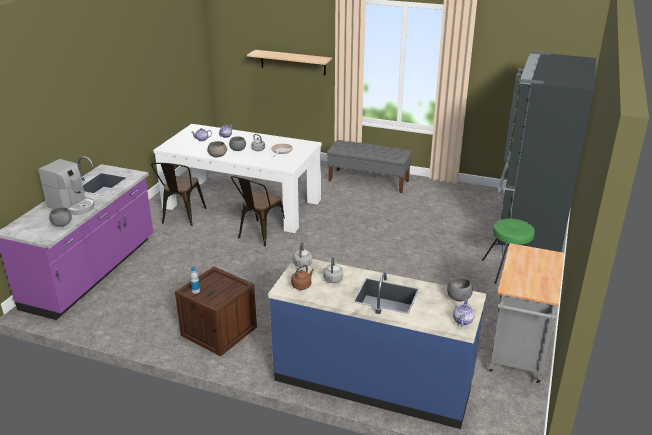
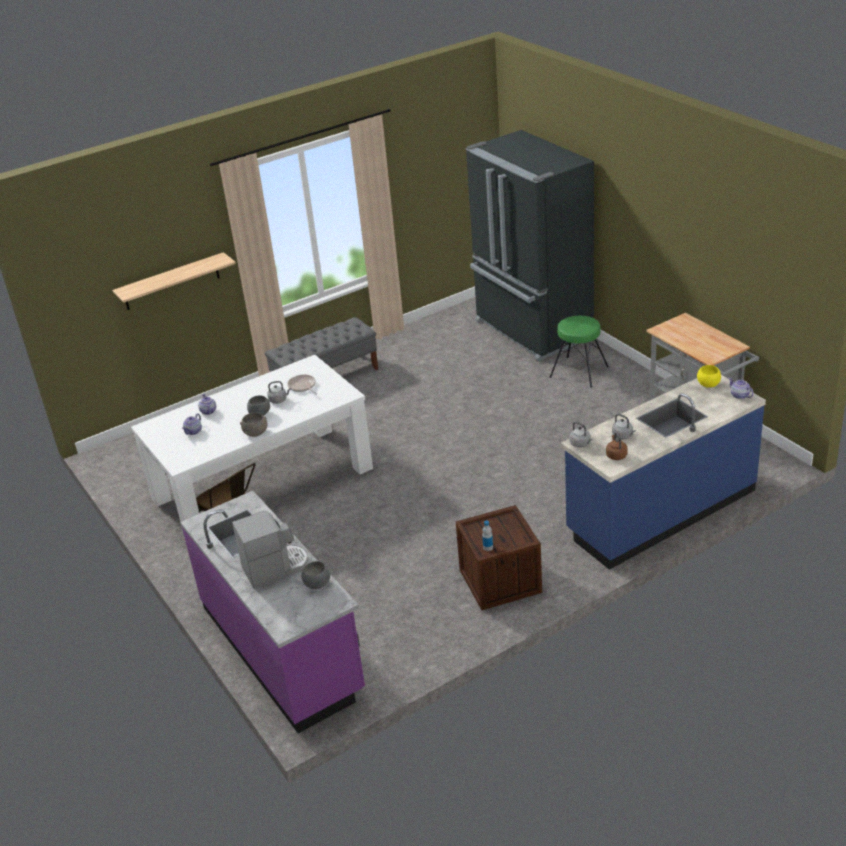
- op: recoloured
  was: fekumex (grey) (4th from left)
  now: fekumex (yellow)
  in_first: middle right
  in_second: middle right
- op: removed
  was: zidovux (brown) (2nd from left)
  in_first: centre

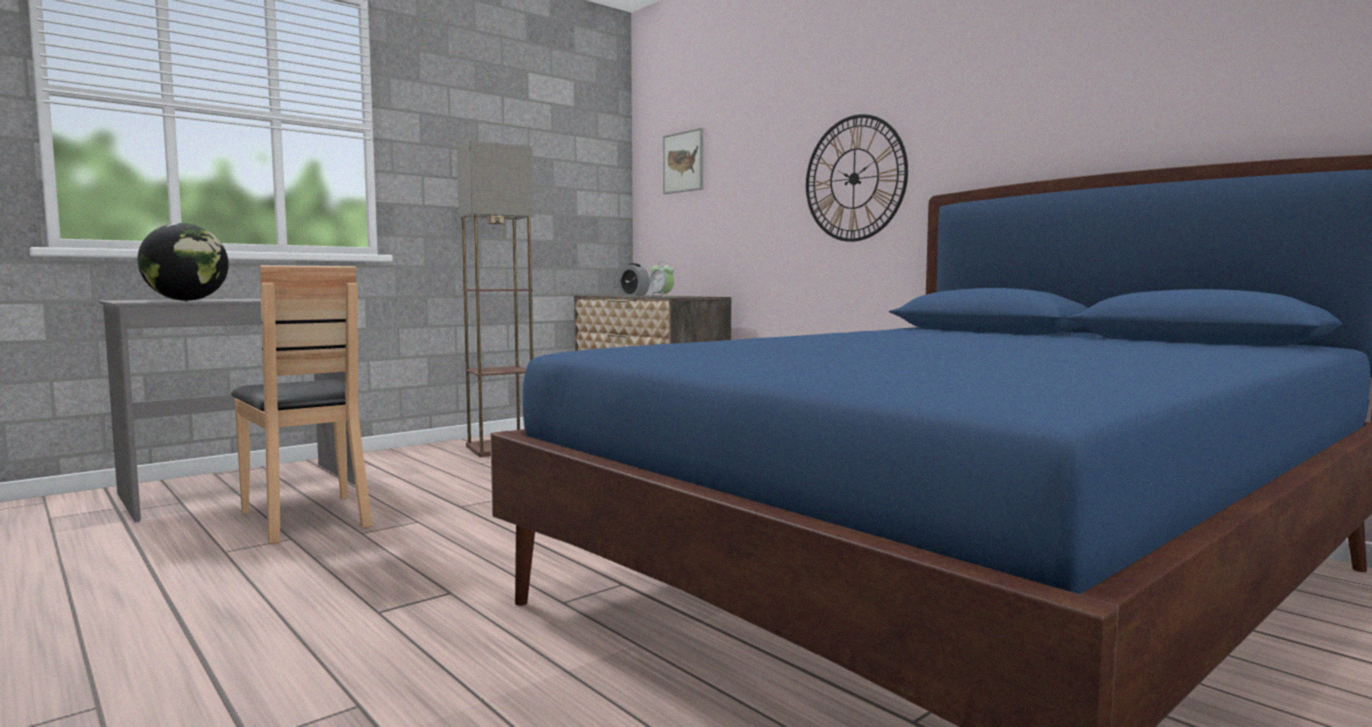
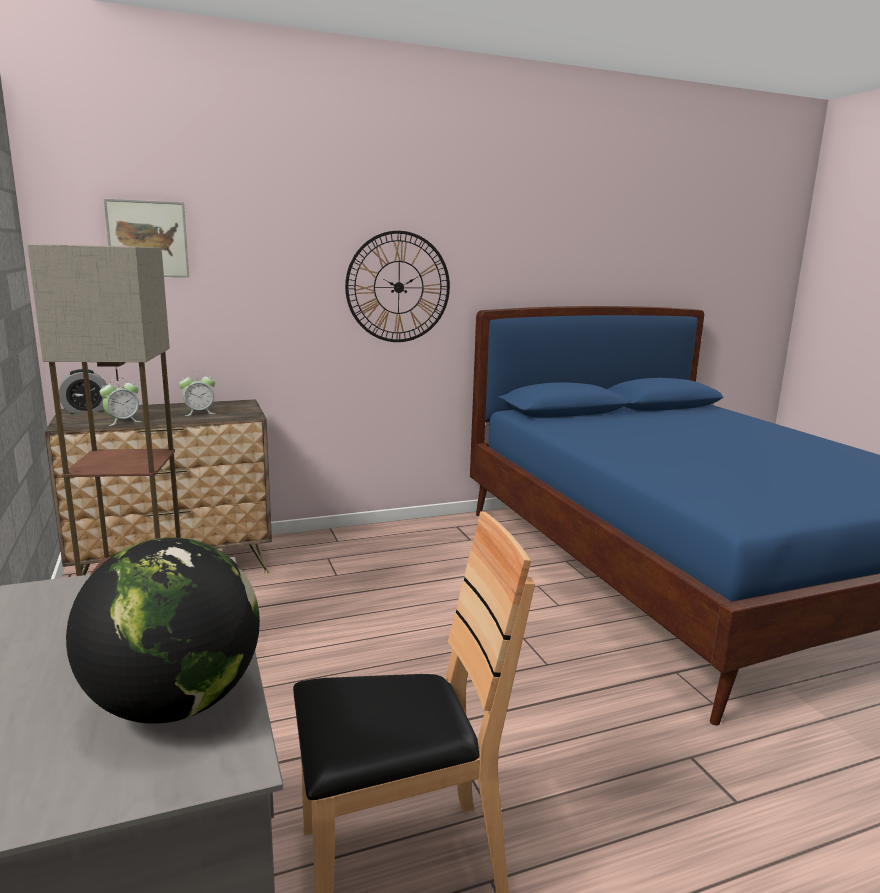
- op: added
  now: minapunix (2nd from left)
  in_second: middle left

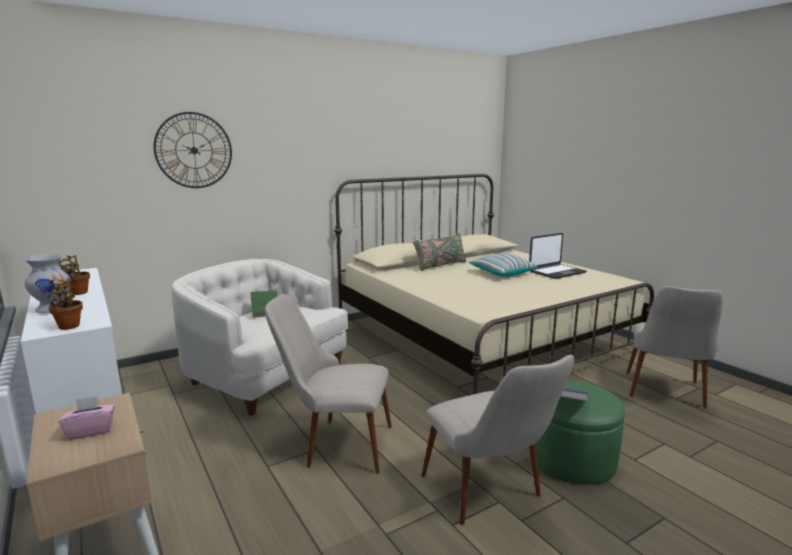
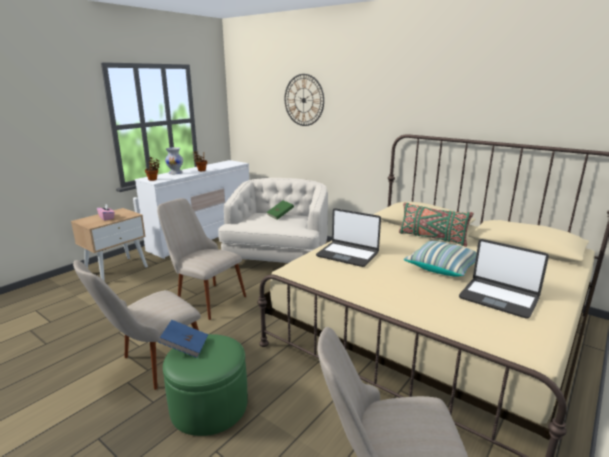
- op: turned
  was: zidovux (beige) (1st from left in the first image)
  in_first: bottom centre
  in_second: middle left
  clockwise: -45
- op: added
  now: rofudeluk (1st from left)
  in_second: centre

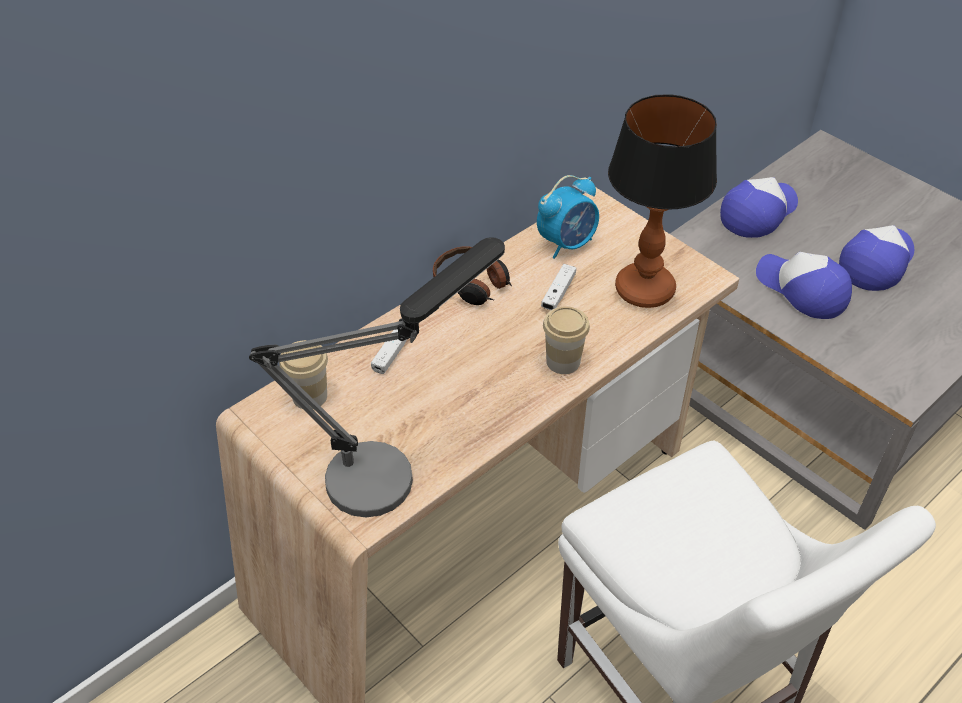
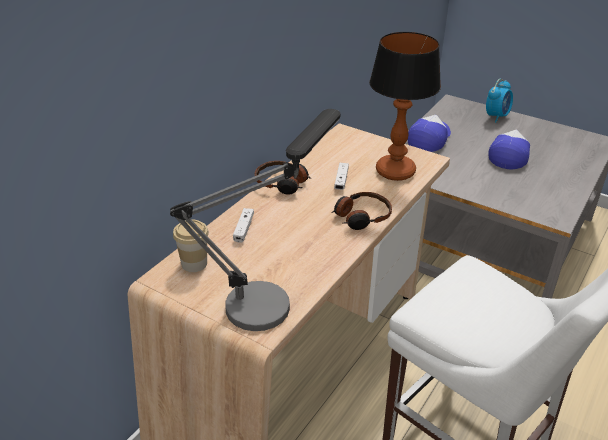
- op: replaced
  was: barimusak (2nd from left)
  now: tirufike (2nd from left)
  in_first: centre
  in_second: centre
- op: moved
  was: minapunix
  in_first: top centre
  in_second: top right
- op: removed
  was: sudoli (2nd from left)
  in_first: middle right

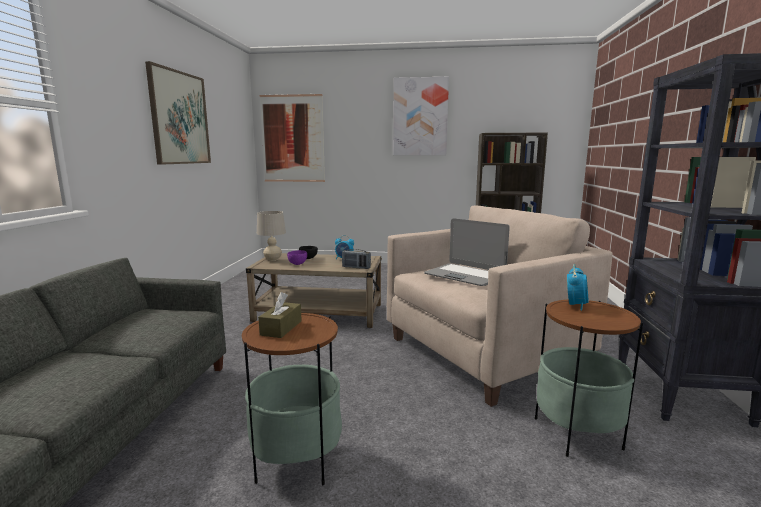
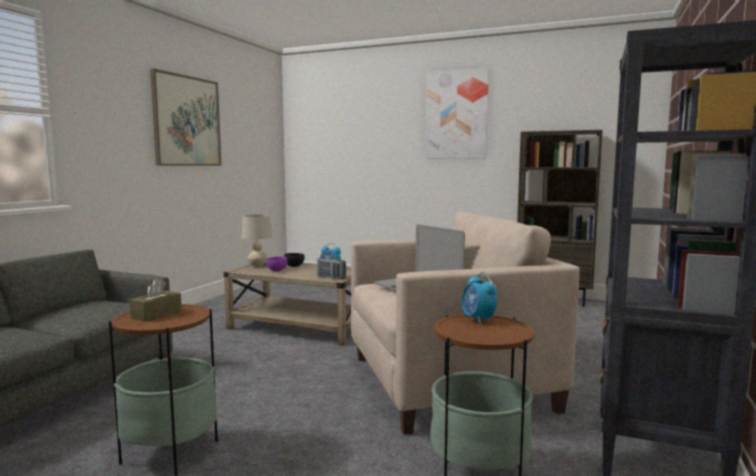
- op: turned
  was: minapunix (2nd from left)
  in_first: middle right
  in_second: centre
  clockwise: 120
- op: removed
  was: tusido (2nd from left)
  in_first: top centre

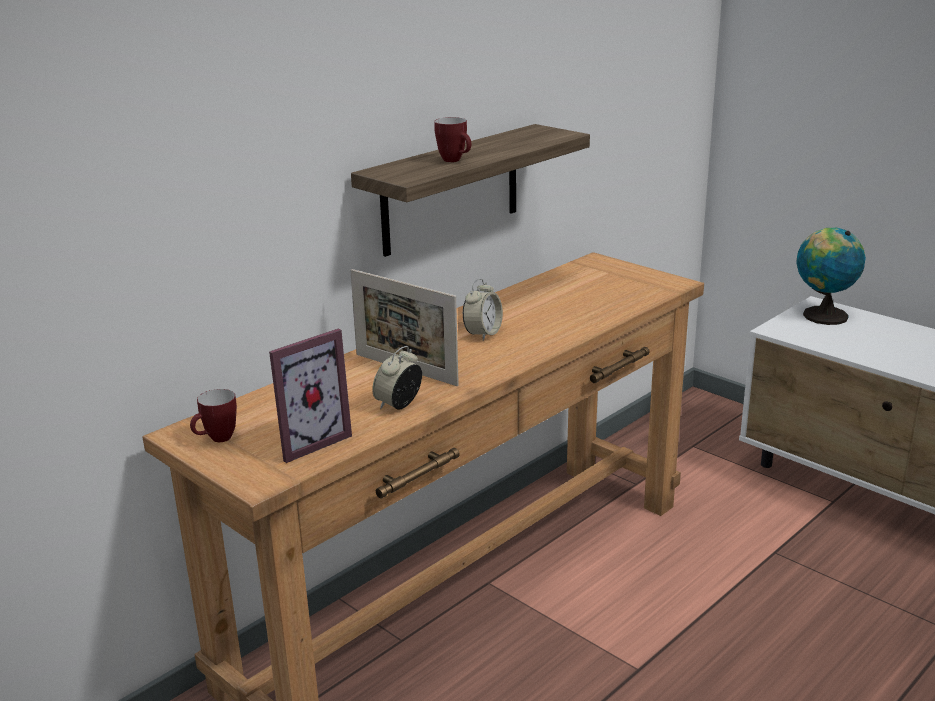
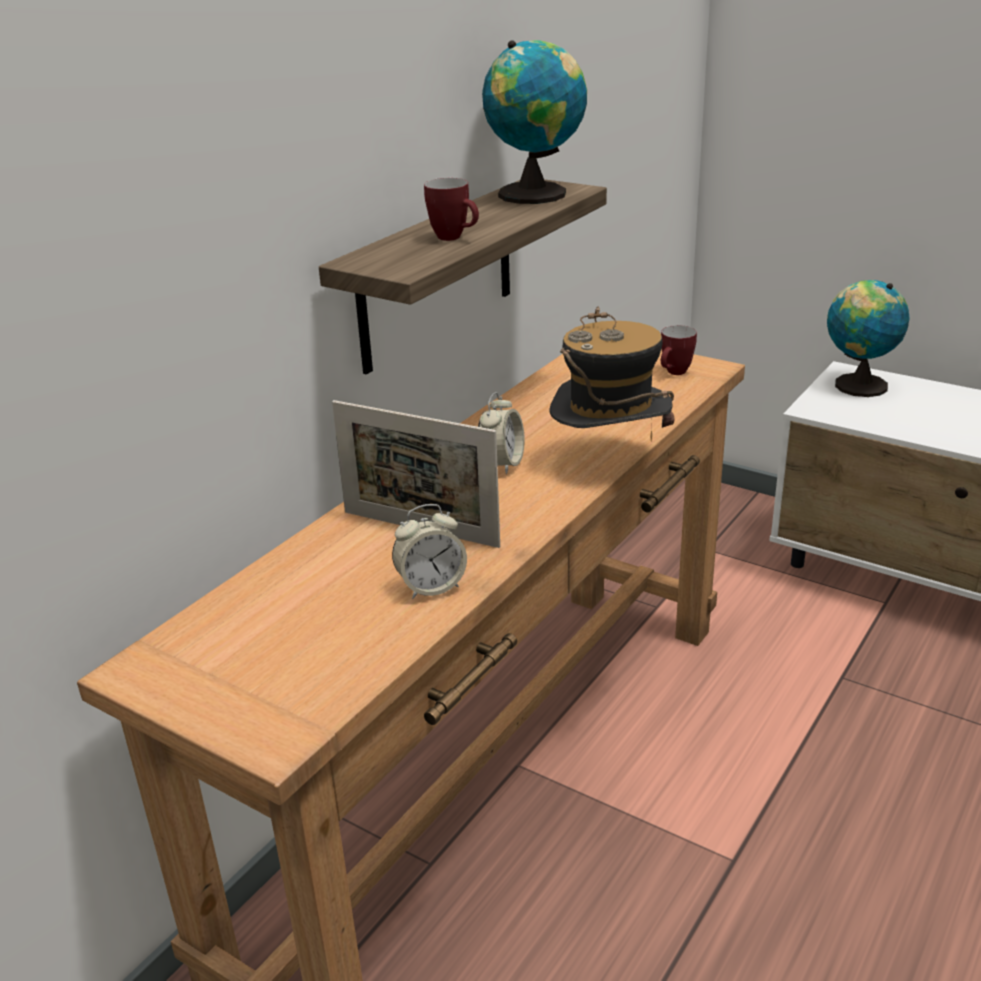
- op: turned
  was: minapunix (1st from left)
  in_first: centre
  in_second: centre
  clockwise: -135
- op: added
  now: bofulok (1st from left)
  in_second: top centre
- op: added
  now: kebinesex
  in_second: centre
- op: moved
  was: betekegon (1st from left in the first image)
  now: betekegon (2nd from left)
  in_first: middle left
  in_second: middle right
- op: removed
  was: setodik (1st from left)
  in_first: middle left

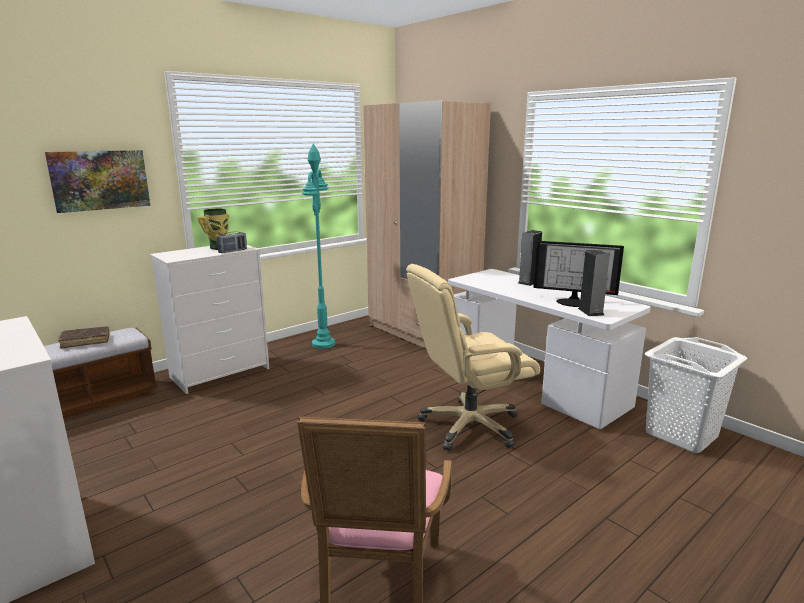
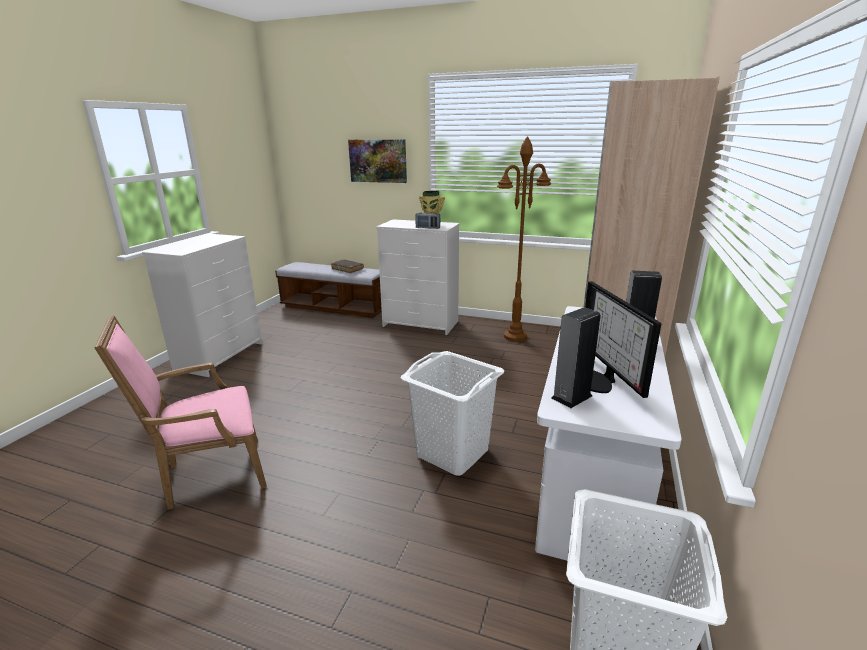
- op: replaced
  was: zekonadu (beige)
  now: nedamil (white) (1st from left)
  in_first: centre
  in_second: centre
- op: recoloured
  was: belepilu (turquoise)
  now: belepilu (brown)
  in_first: centre
  in_second: centre

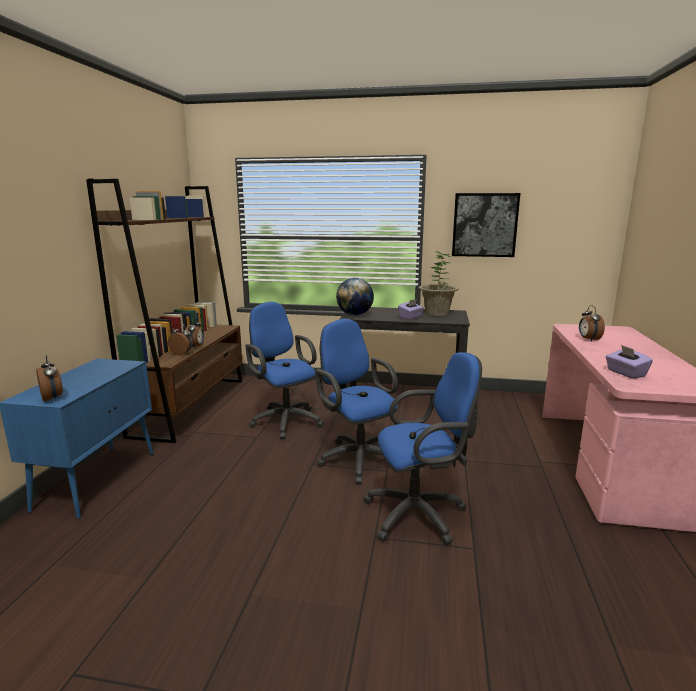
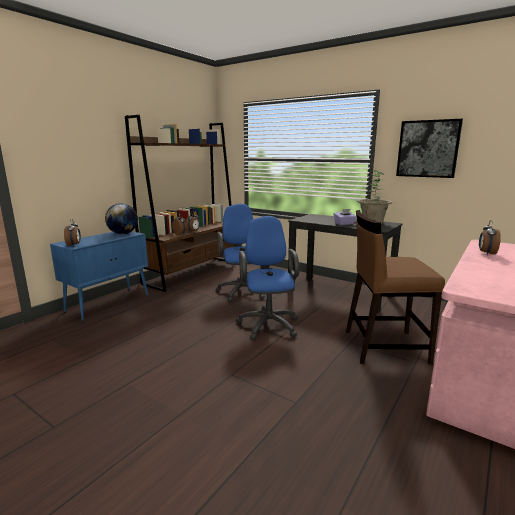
- op: moved
  was: bofulok
  in_first: centre
  in_second: middle left
- op: added
  now: zidovux (brown)
  in_second: middle right
- op: removed
  was: zekonadu (blue) (3rd from left)
  in_first: centre
- op: removed
  was: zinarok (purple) (2nd from left)
  in_first: middle right

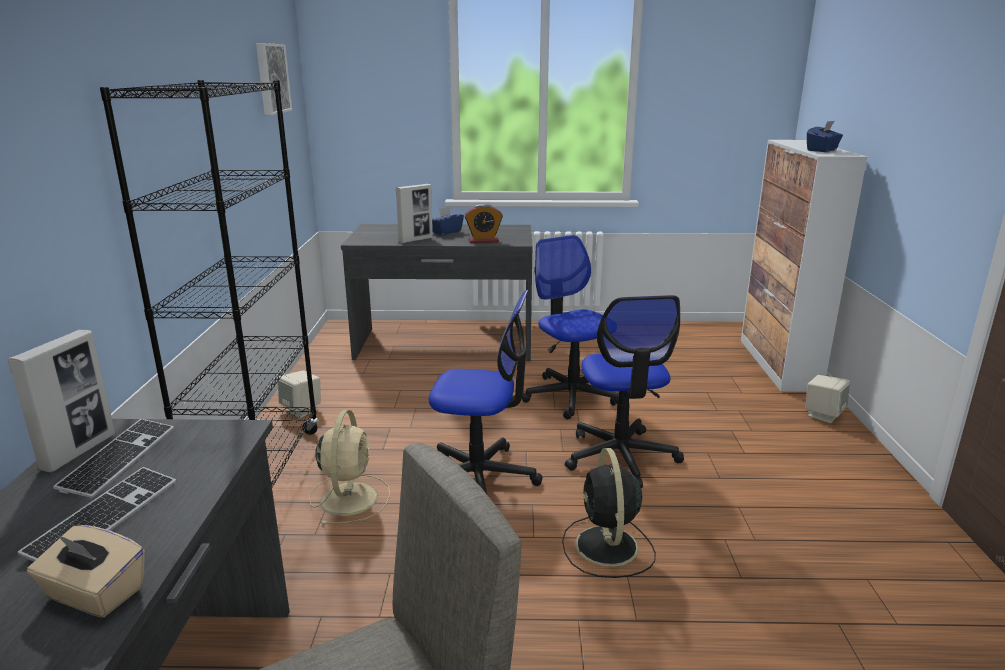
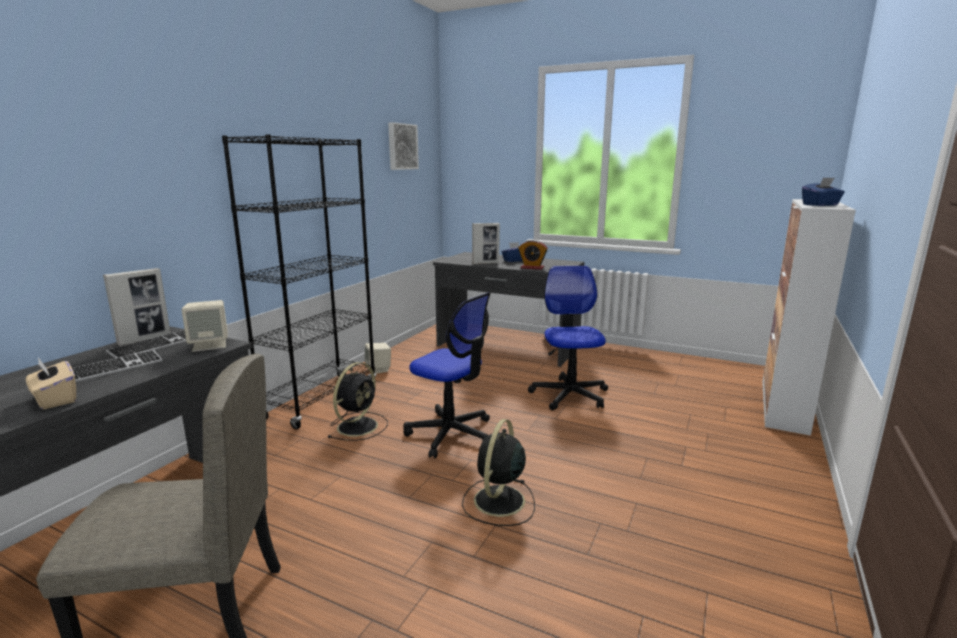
- op: moved
  was: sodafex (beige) (2nd from left in the first image)
  now: sodafex (beige) (1st from left)
  in_first: middle right
  in_second: middle left
- op: recoloured
  was: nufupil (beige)
  now: nufupil (black) (1st from left)
  in_first: bottom centre
  in_second: centre
- op: removed
  was: zekonadu (3rd from left)
  in_first: centre

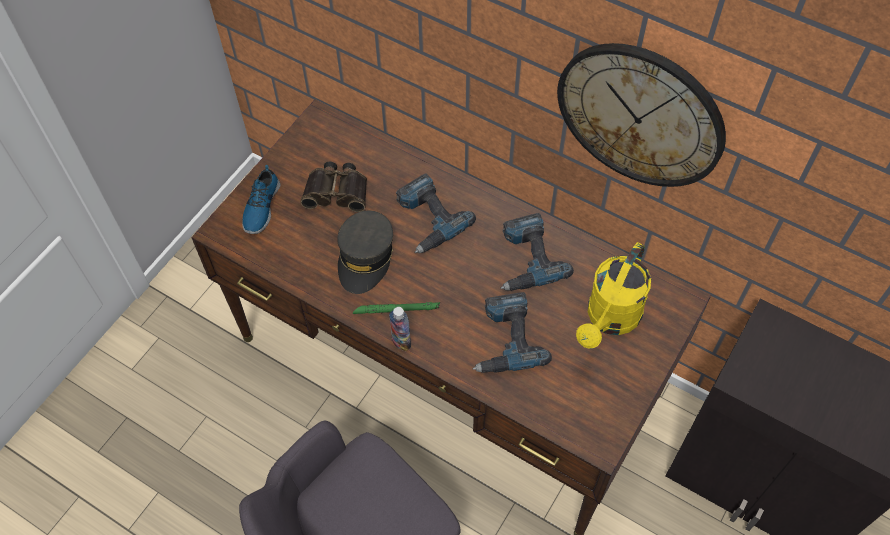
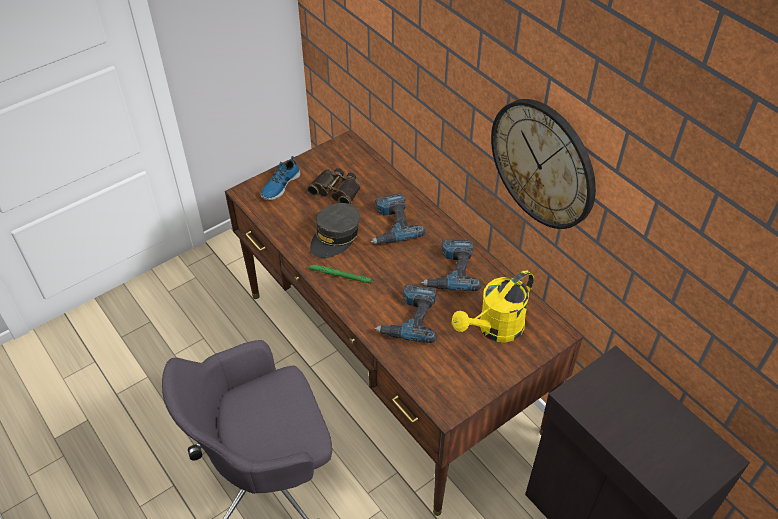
- op: removed
  was: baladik
  in_first: centre

